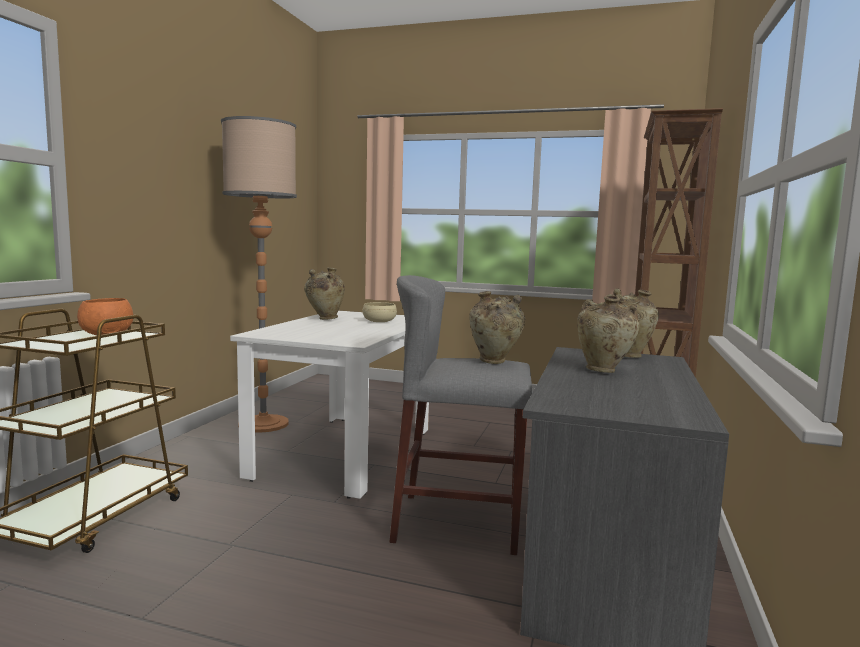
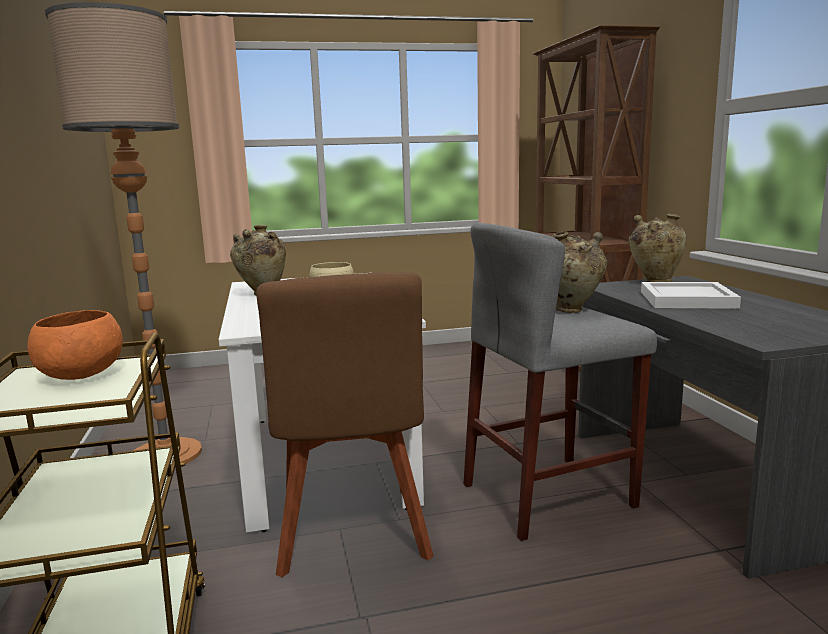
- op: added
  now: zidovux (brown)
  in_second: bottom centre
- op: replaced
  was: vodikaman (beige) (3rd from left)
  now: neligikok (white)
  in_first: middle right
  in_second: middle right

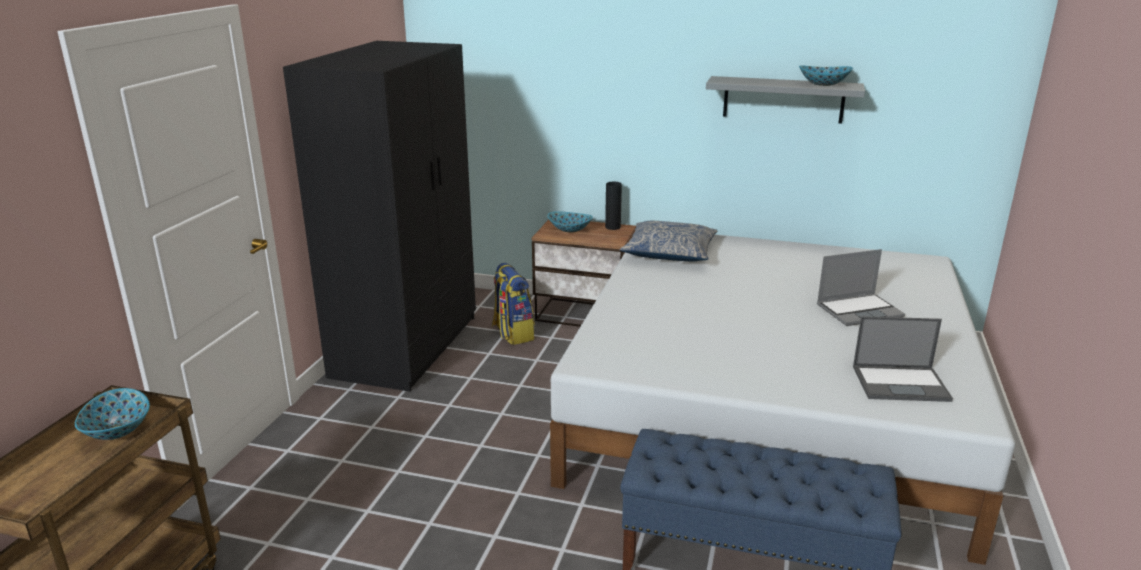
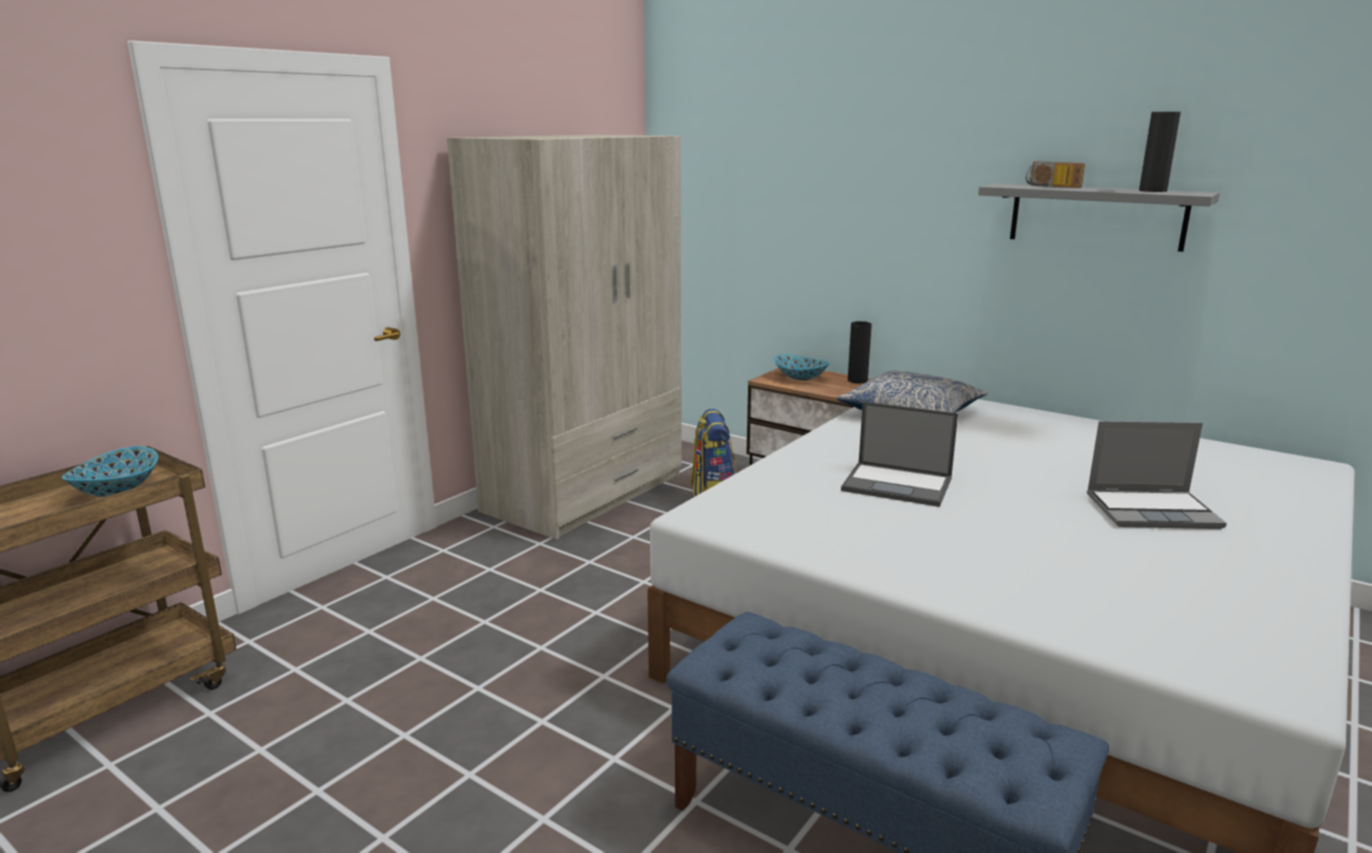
- op: recoloured
  was: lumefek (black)
  now: lumefek (beige)
  in_first: middle left
  in_second: centre
- op: moved
  was: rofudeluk (2nd from left in the first image)
  now: rofudeluk (1st from left)
  in_first: middle right
  in_second: centre
- op: added
  now: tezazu
  in_second: top right
- op: replaced
  was: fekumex (3rd from left)
  now: vodikaman (black) (2nd from left)
  in_first: top right
  in_second: top right

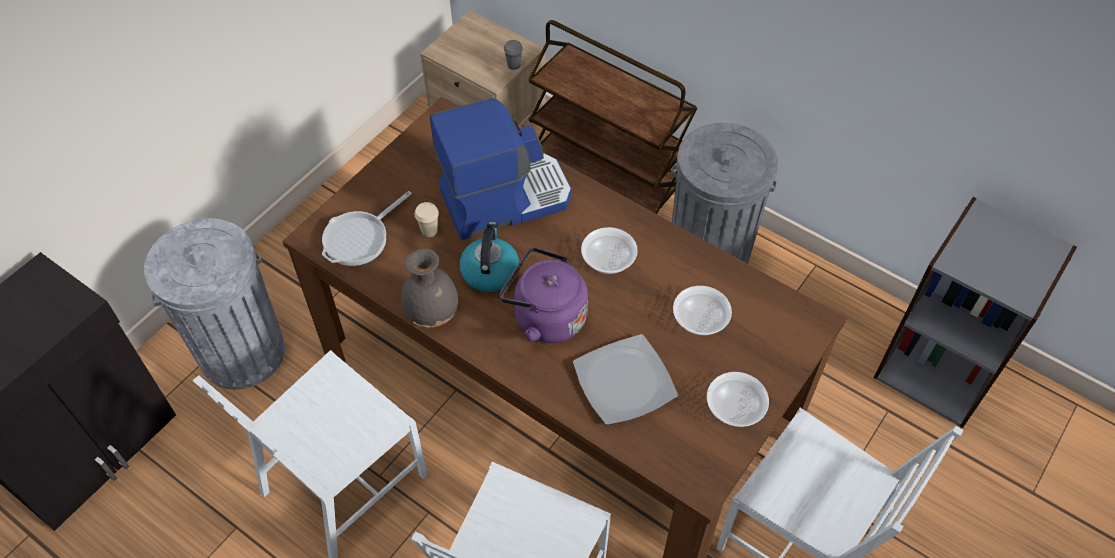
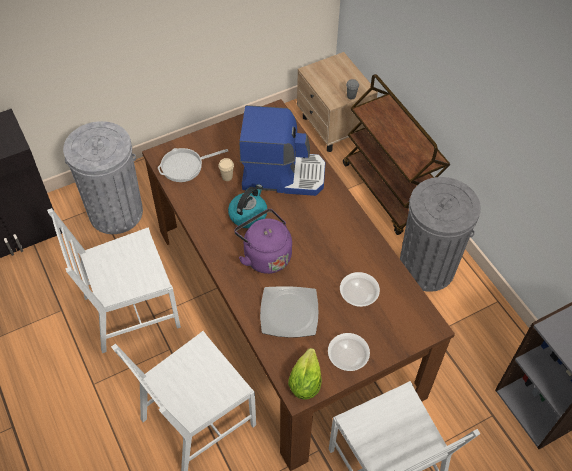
- op: added
  now: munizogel
  in_second: bottom centre
- op: removed
  was: vodikaman (grey)
  in_first: centre
- op: removed
  was: fekumex (1st from left)
  in_first: centre

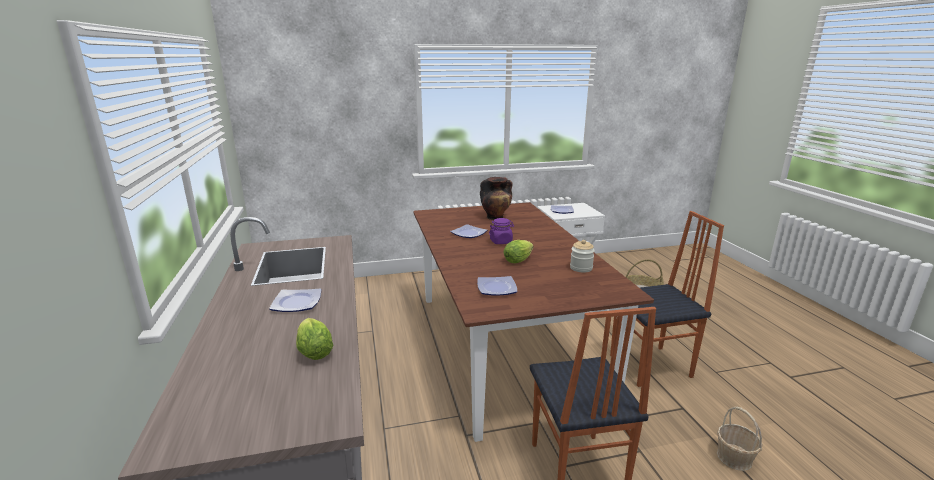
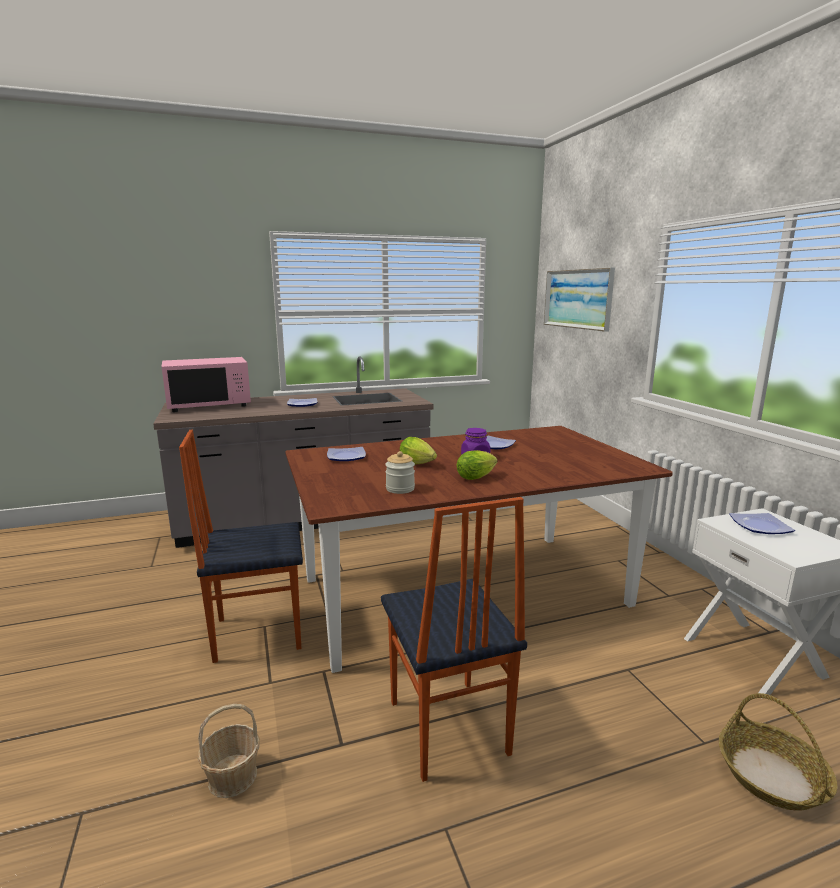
- op: added
  now: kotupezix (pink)
  in_second: middle left
- op: moved
  was: munizogel (1st from left in the first image)
  now: munizogel (2nd from left)
  in_first: bottom centre
  in_second: centre
- op: added
  now: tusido
  in_second: middle right
- op: removed
  was: vodikaman
  in_first: centre

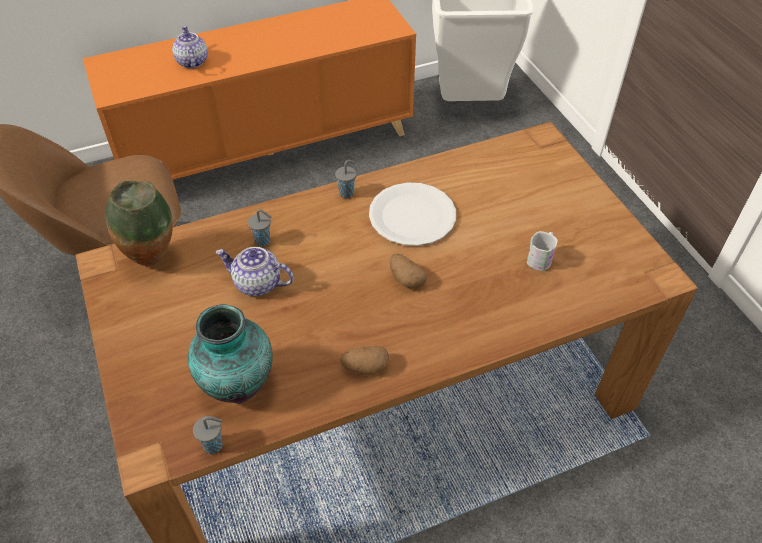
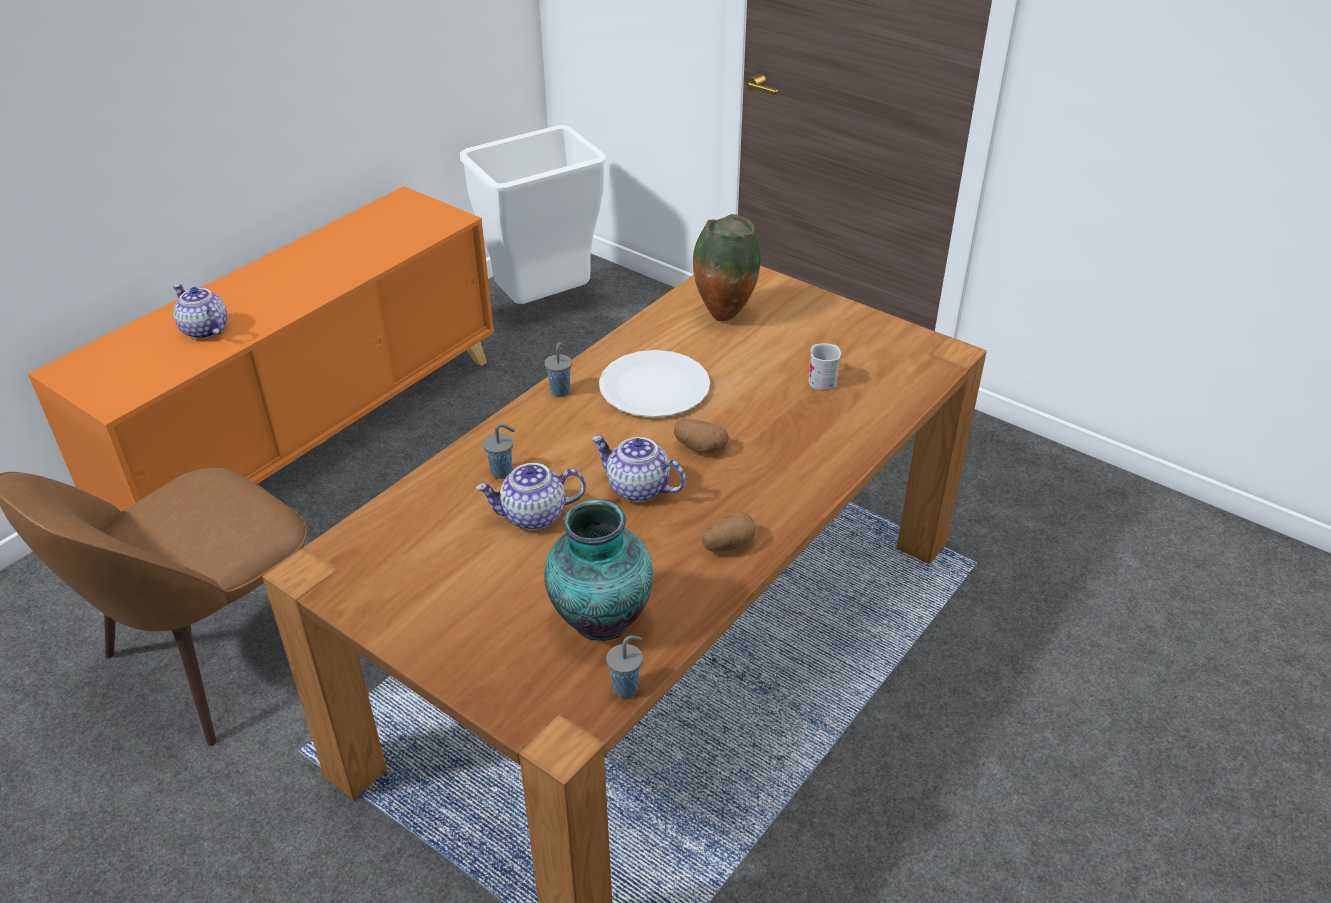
- op: added
  now: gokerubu (3rd from left)
  in_second: centre
- op: moved
  was: vodikaman (1st from left in the first image)
  now: vodikaman (2nd from left)
  in_first: middle left
  in_second: top centre

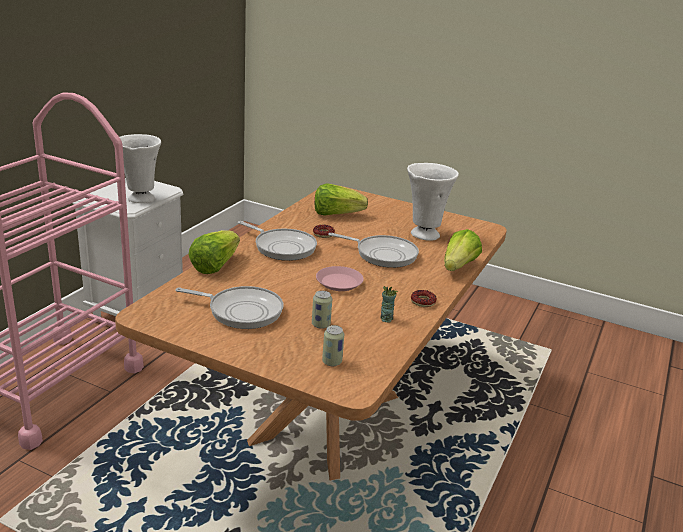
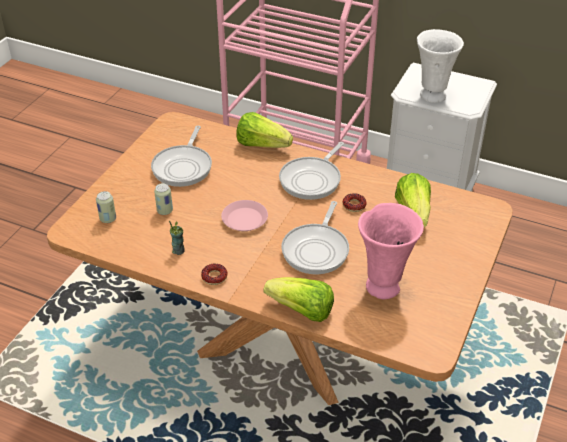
- op: recoloured
  was: vodikaman (white) (2nd from left)
  now: vodikaman (pink)
  in_first: centre
  in_second: middle right

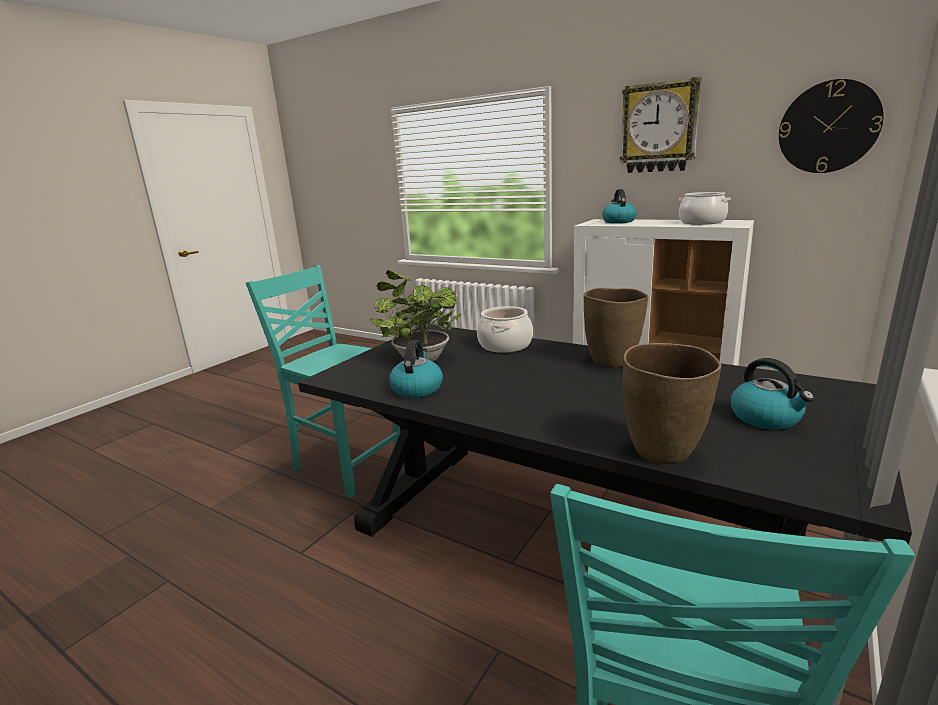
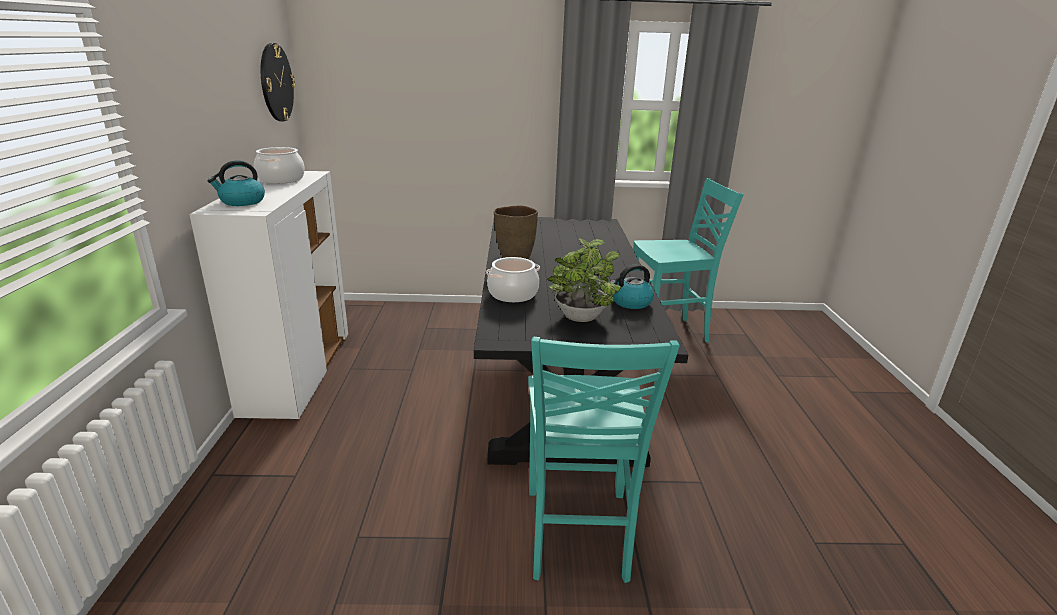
- op: removed
  was: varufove (1st from left)
  in_first: top right
- op: removed
  was: vodikaman (brown) (2nd from left)
  in_first: middle right
- op: removed
  was: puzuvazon (3rd from left)
  in_first: middle right

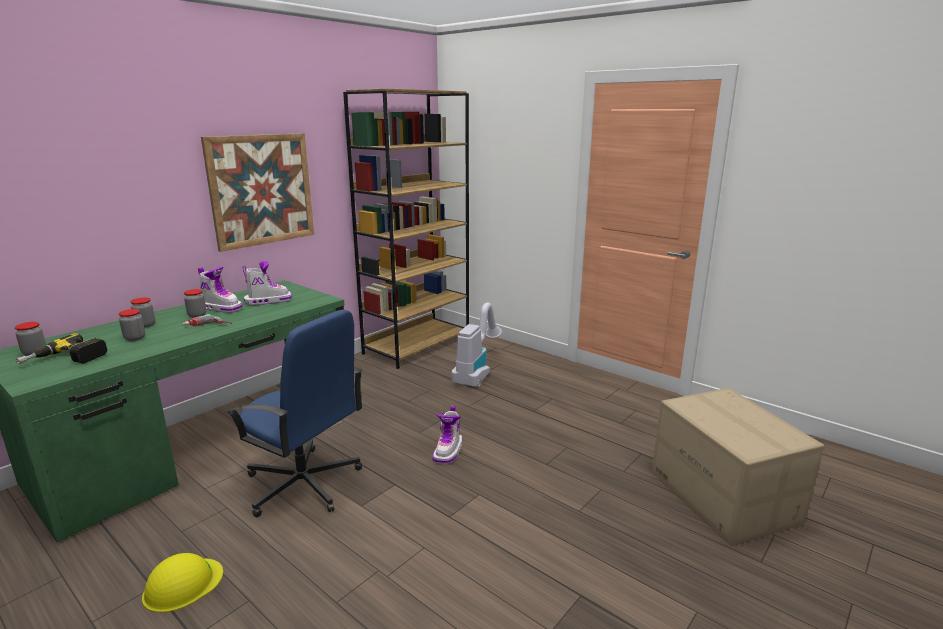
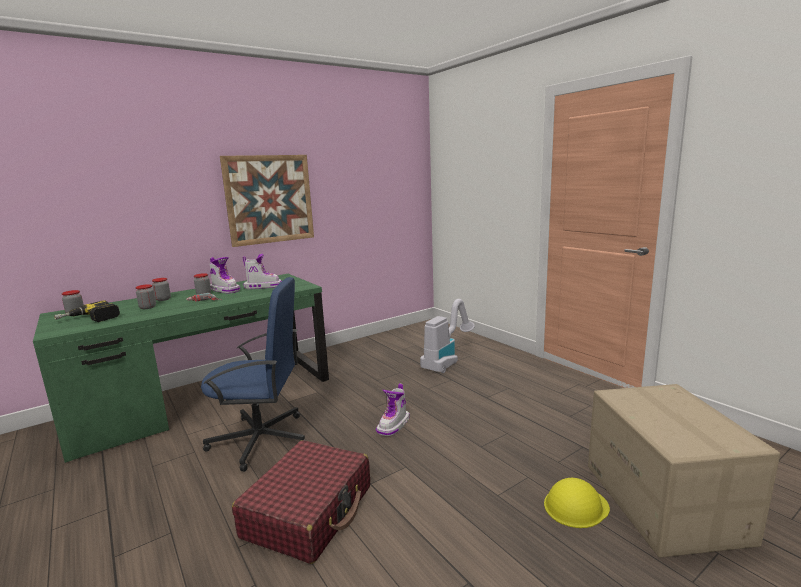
- op: turned
  was: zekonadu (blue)
  in_first: middle left
  in_second: middle left
  clockwise: -45
- op: added
  now: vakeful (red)
  in_second: bottom centre
- op: moved
  was: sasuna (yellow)
  in_first: bottom left
  in_second: bottom right
- op: removed
  was: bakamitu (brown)
  in_first: centre

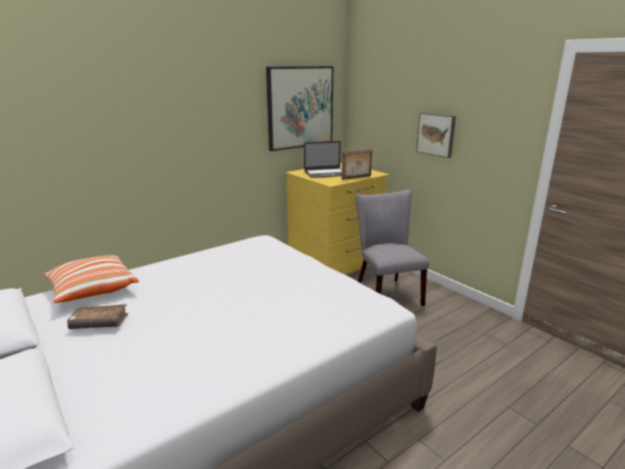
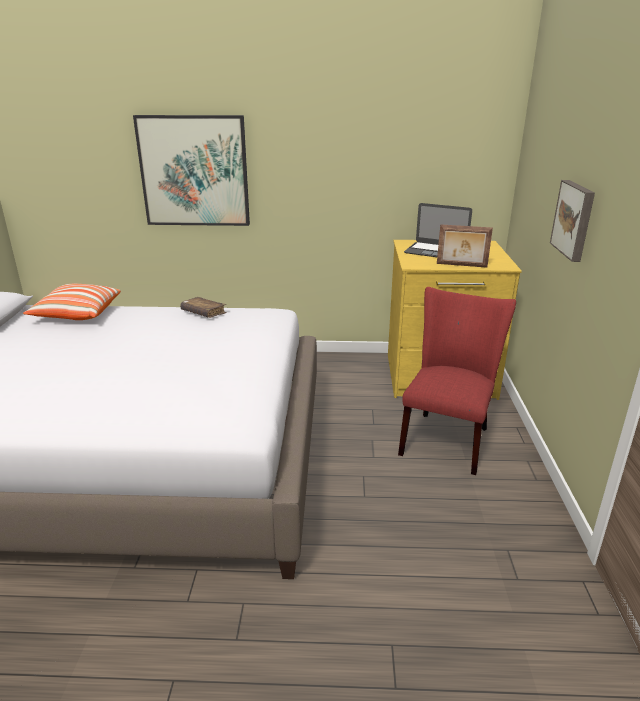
- op: moved
  was: tusido (1st from left)
  in_first: top centre
  in_second: top left
- op: moved
  was: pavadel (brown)
  in_first: bottom left
  in_second: middle left
- op: recoloured
  was: zidovux (grey)
  now: zidovux (red)
  in_first: centre
  in_second: middle right

